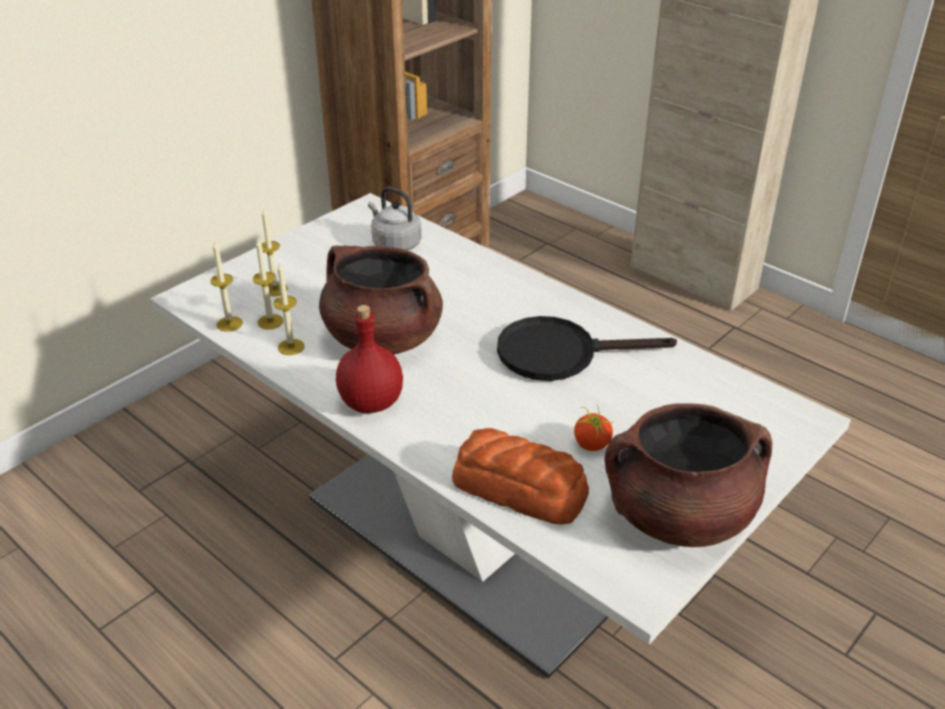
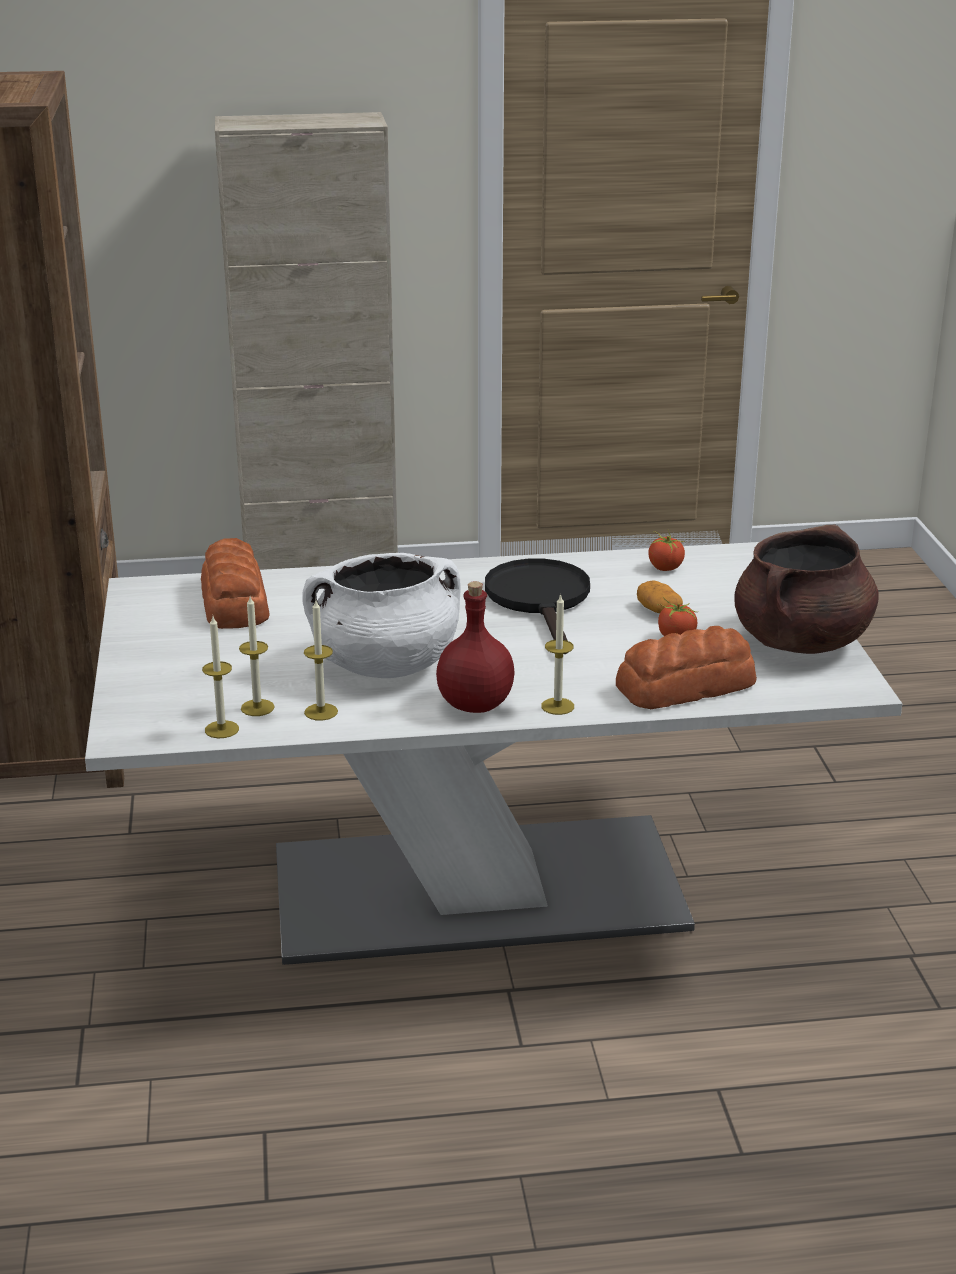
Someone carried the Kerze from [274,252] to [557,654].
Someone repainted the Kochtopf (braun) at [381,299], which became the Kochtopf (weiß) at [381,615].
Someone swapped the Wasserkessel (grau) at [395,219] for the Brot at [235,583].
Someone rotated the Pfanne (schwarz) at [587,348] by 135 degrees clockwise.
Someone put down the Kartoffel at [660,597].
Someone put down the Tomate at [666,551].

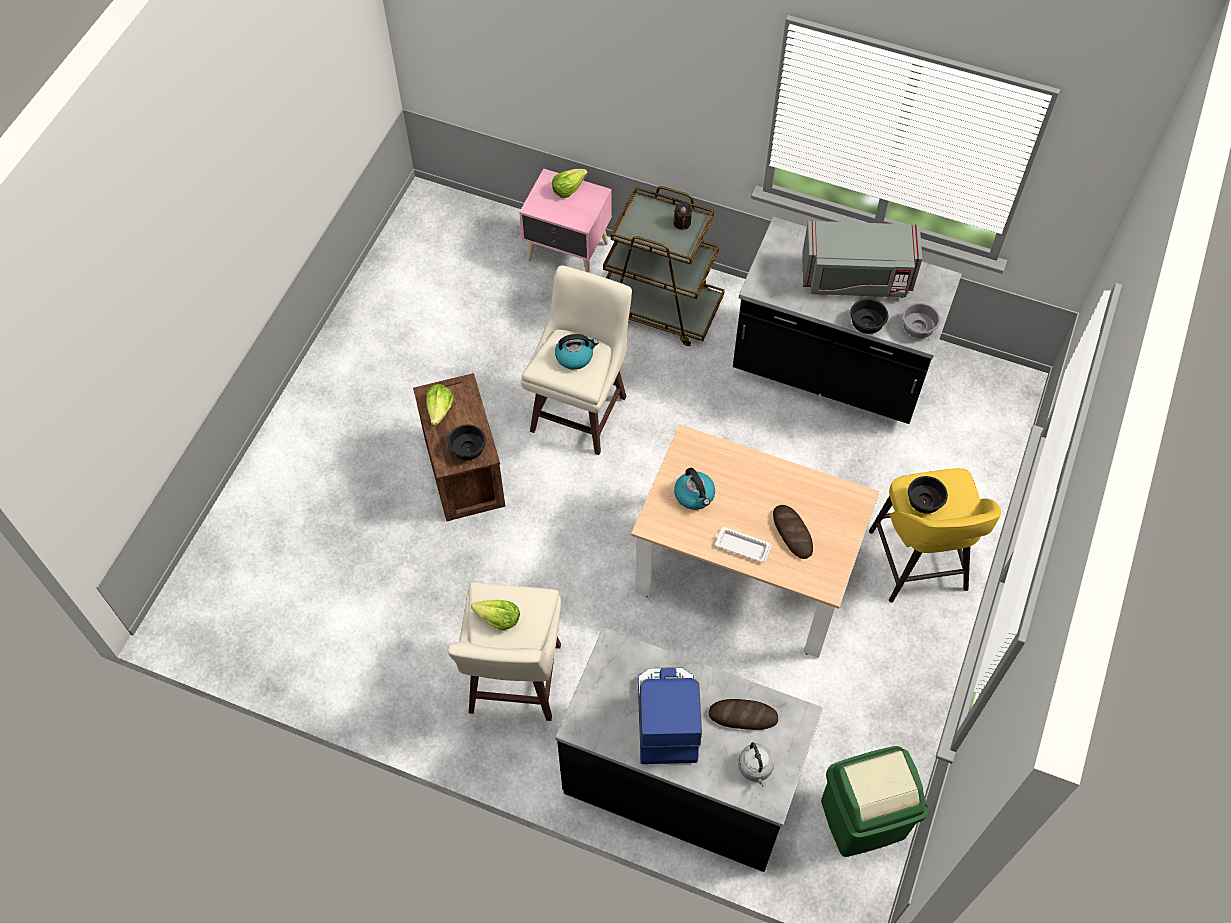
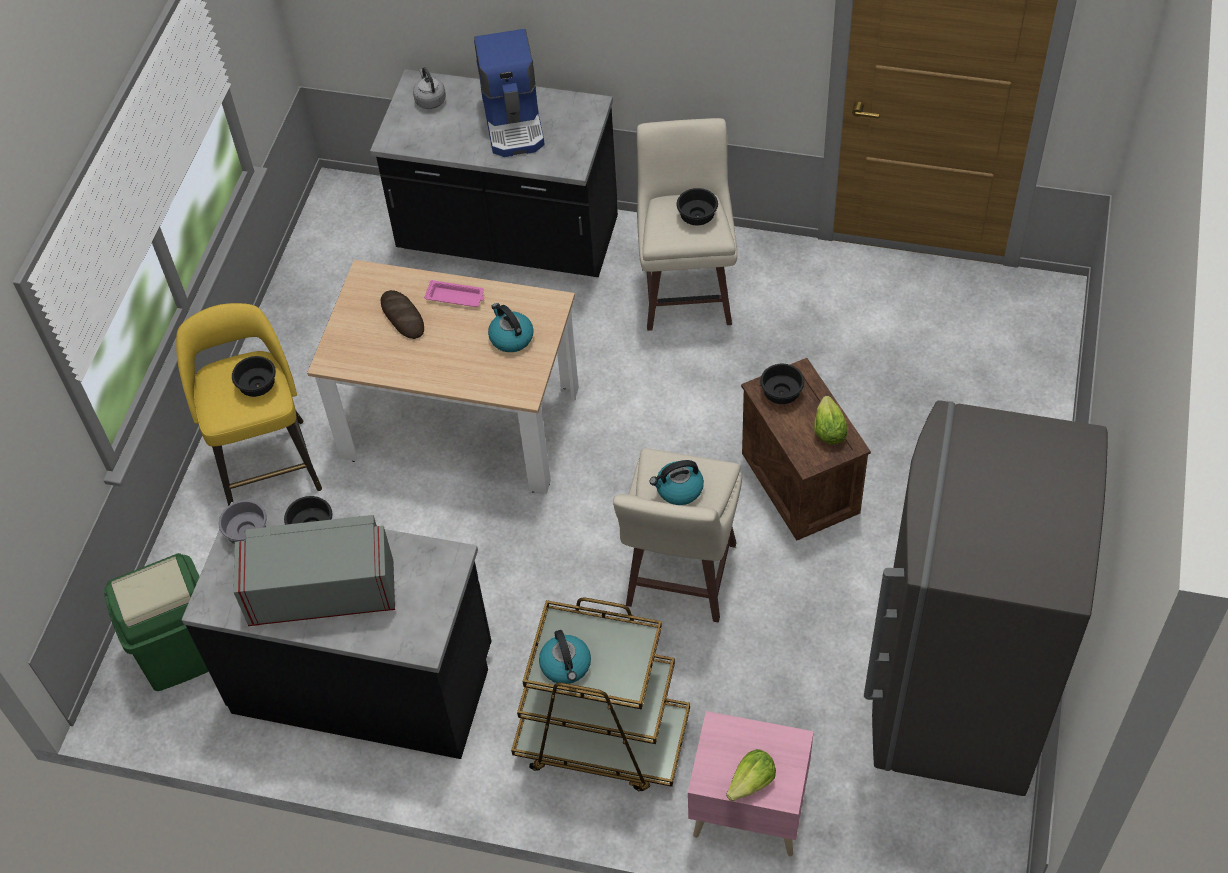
Someone swapped the Salatkopf at [495,615] for the Schüssel (schwarz) at [697,206].
Someone swapped the Kerze (schwarz) at [682,216] for the Wasserkessel at [565,657].
Someone took away the Brot at [743,714].
Someone repainted the Tablett (weiß) at [743,545], which became the Tablett (rosa) at [454,293].
Someone carried the Mülleimer (grün) from [875,801] to [156,622].
Someone put down the Kühlschrank (grau) at [985,598].

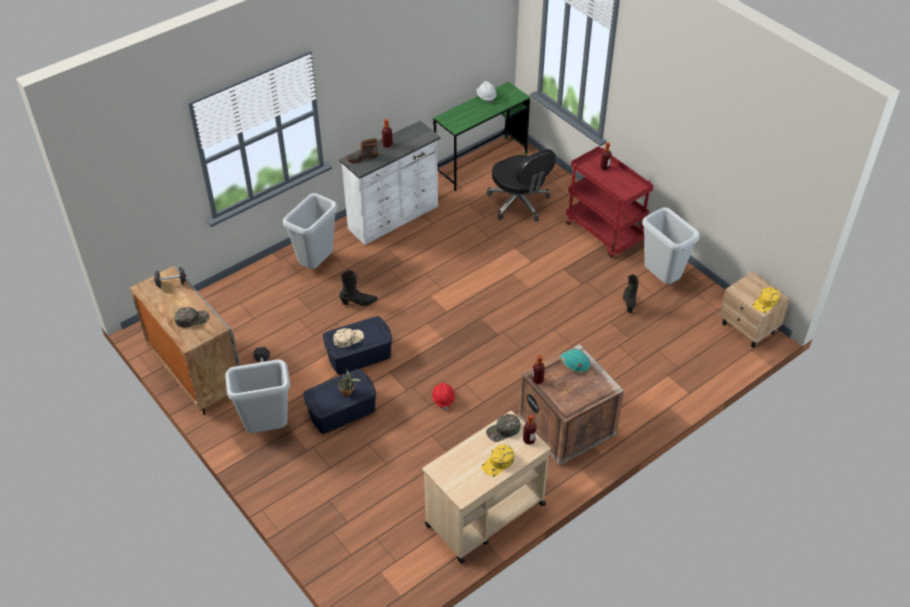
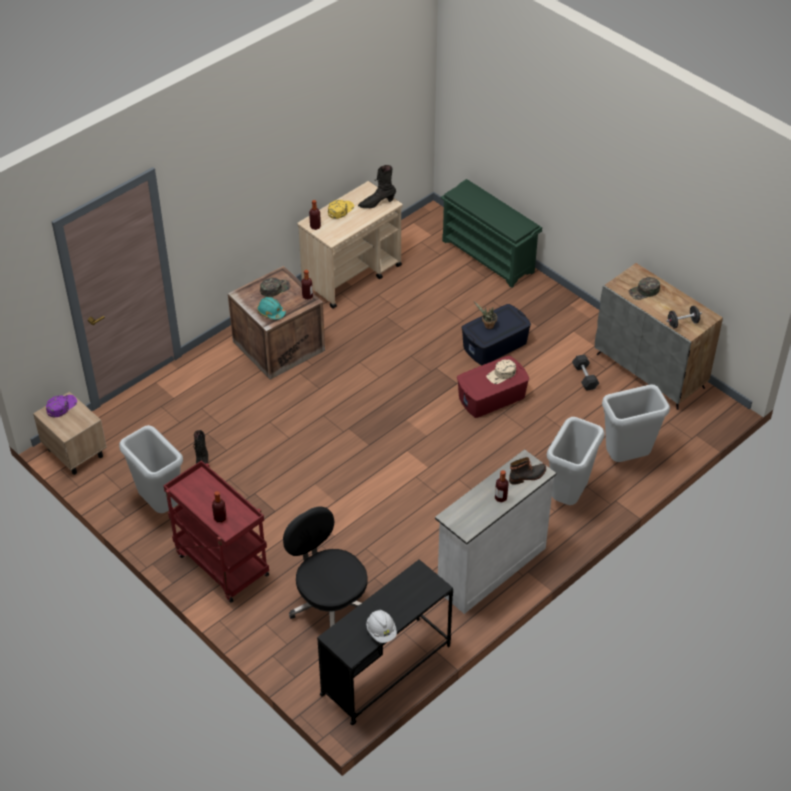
Someone carried the Mülleimer (grau) from [257,396] to [636,423].
Someone repainted the Aufbewahrungsbox (blau) at [357,345], which became the Aufbewahrungsbox (rot) at [493,387].
Someone carried the Stiefel (schwarz) from [358,288] to [377,186].
Someone took away the Schutzhelm (rot) at [443,396].
Someone repainted the Schreibtisch (grün) at [481,136], which became the Schreibtisch (schwarz) at [385,642].
Someone carried the Kappe (grün) from [503,428] to [275,287].
Someone repainted the Kappe (gelb) at [766,300], which became the Kappe (lila) at [61,406].
Someone put down the Schuhregal (grün) at [491,233].

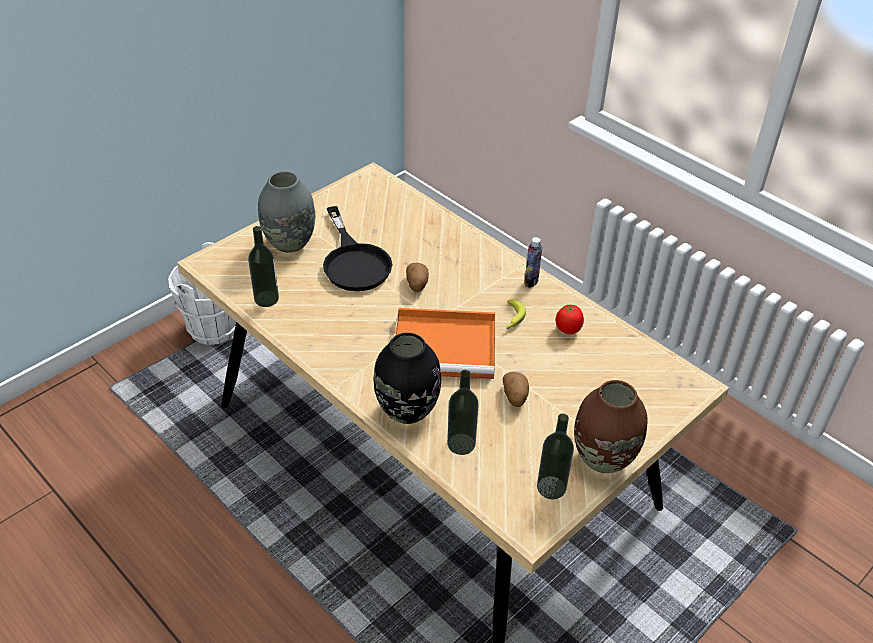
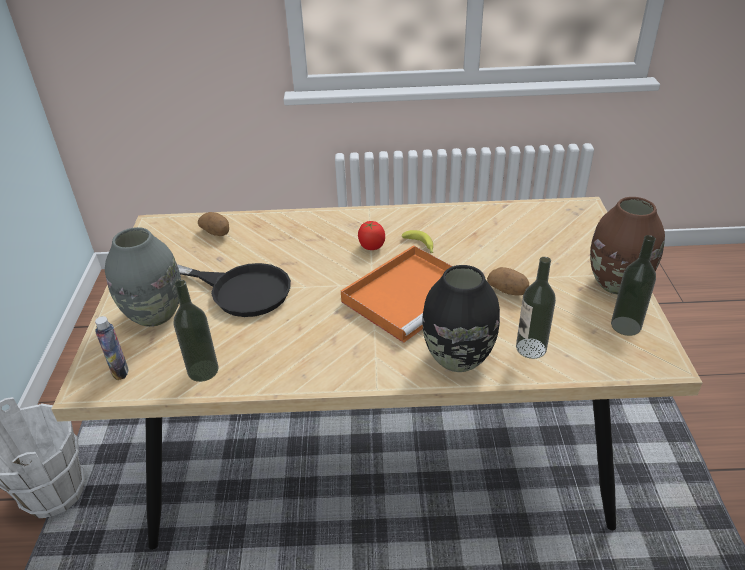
Someone carried the Kartoffel from [417,277] to [213,224].
Someone carried the Flasche from [533,262] to [111,348].
Someone carried the Tomate from [569,319] to [371,235].

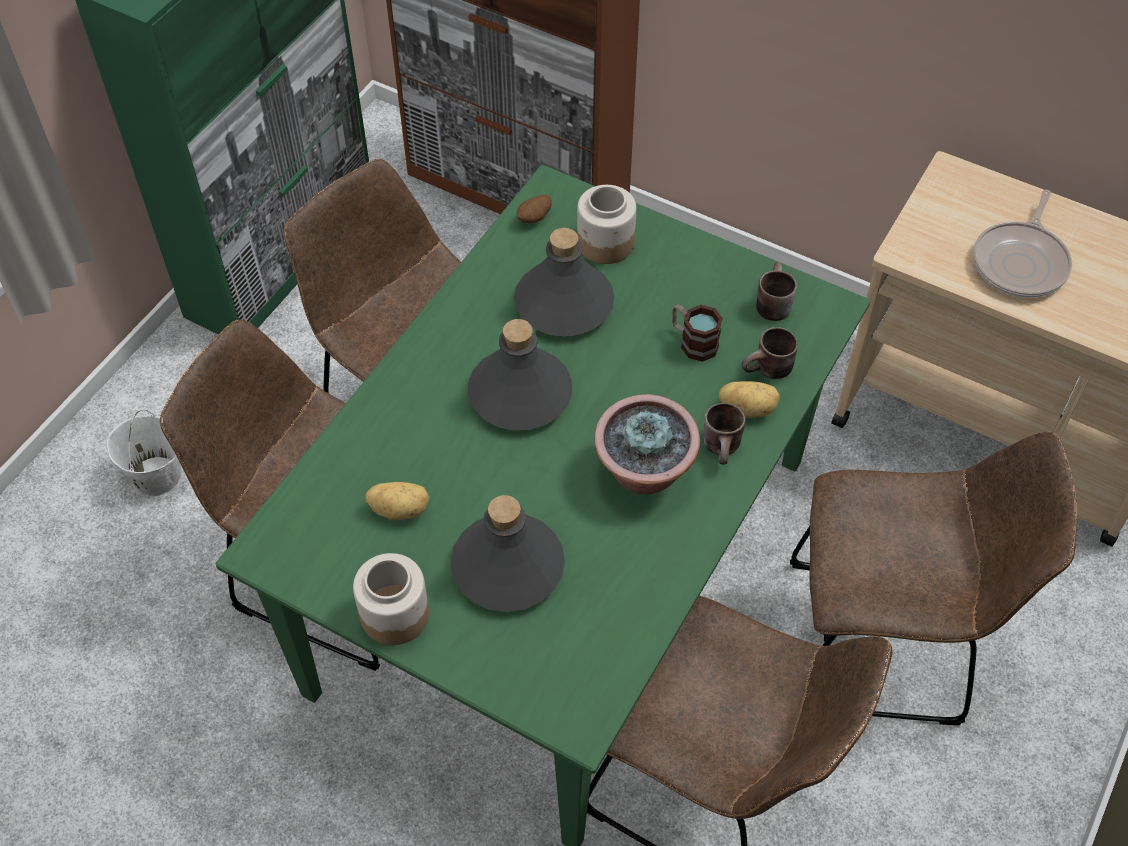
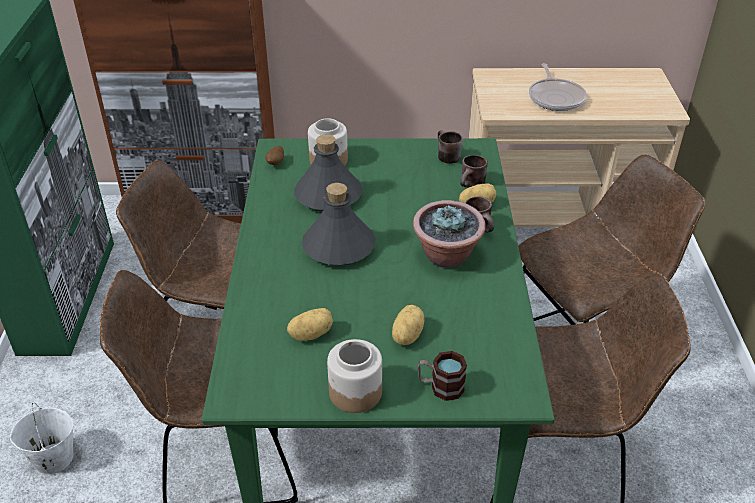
Someone swapped the Flasche (grau) at [507,553] for the Kartoffel at [408,325].
Someone carried the Henkelbecher from [697,333] to [442,376].

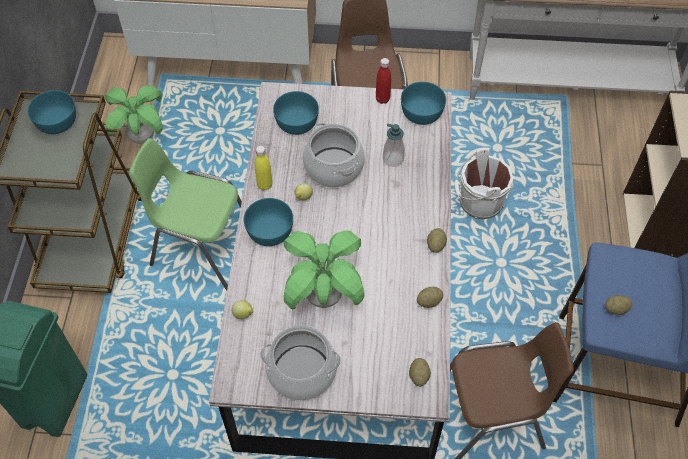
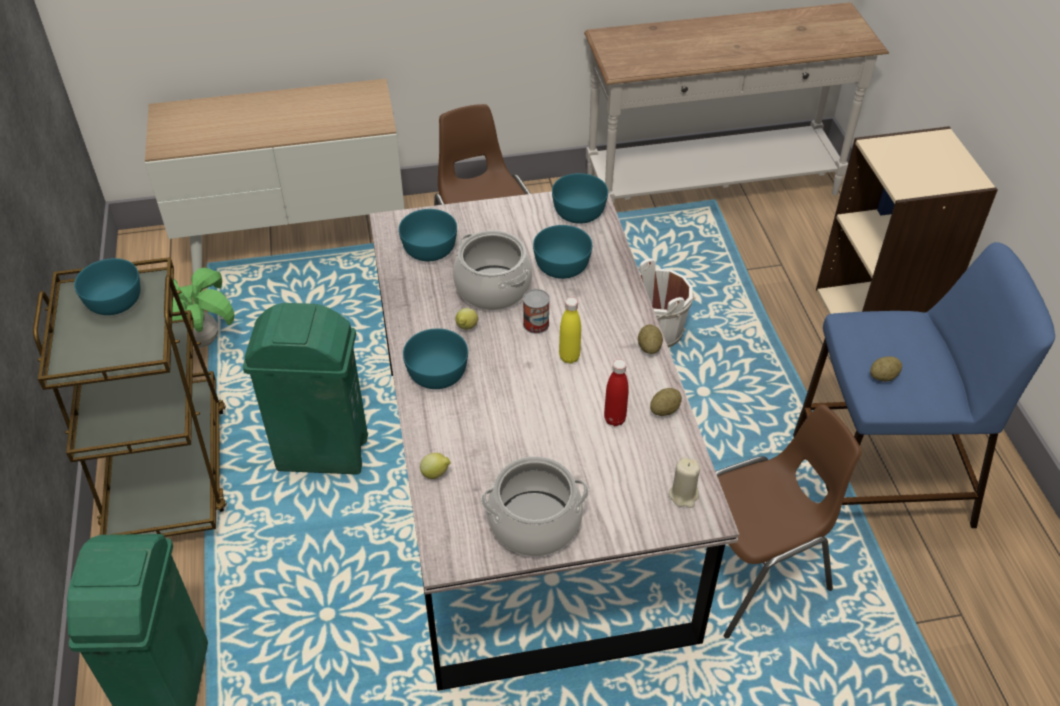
Someone swapped the Stuhl (grün) at [185,214] for the Mülleimer (grün) at [305,388].
Someone carried the Flasche (gelb) from [264,167] to [570,330].
Someone took away the Topfpflanze at [324,269].
Someone carried the Flasche (rot) from [383,81] to [616,392].
Someone swapped the Seifenspender at [394,145] for the Schüssel (türkis) at [562,252].
Someone swapped the Kartoffel at [420,372] for the Kerze (beige) at [684,482].
Someone put down the Dose at [536,311].

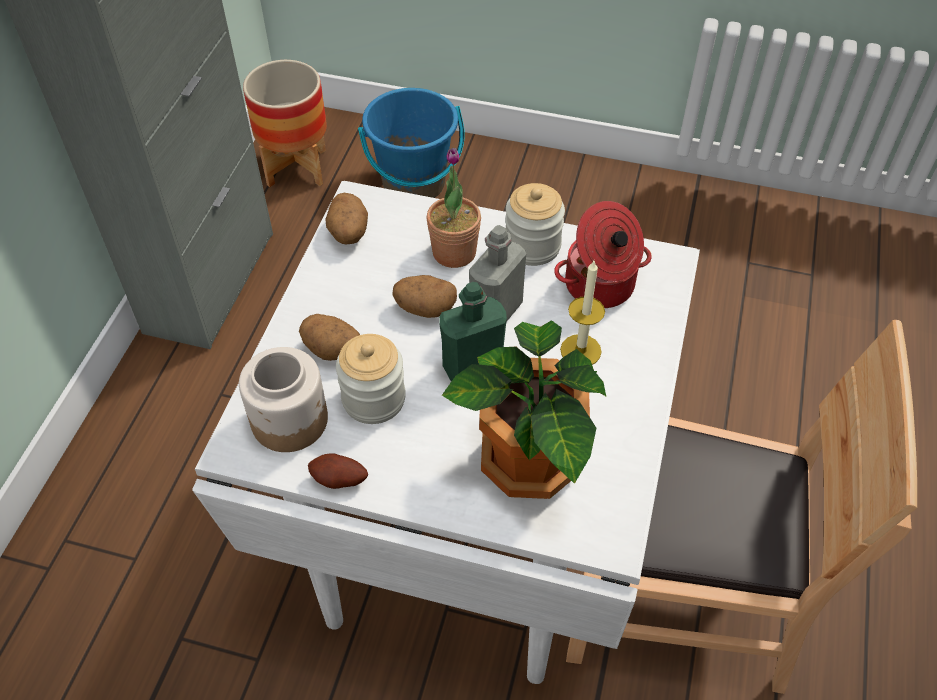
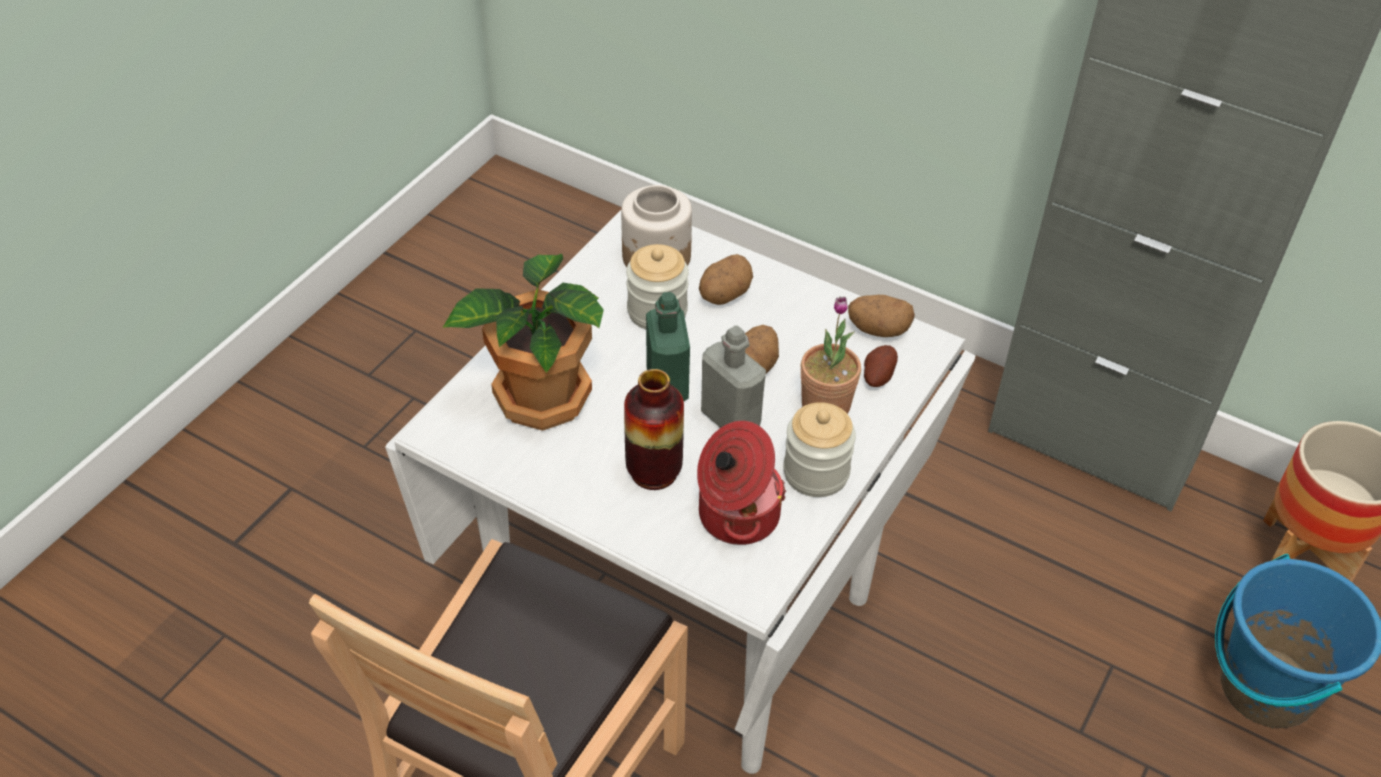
Someone carried the Kartoffel from [338,471] to [881,366].
Someone swapped the Kerze at [582,313] for the Vase at [654,429].

